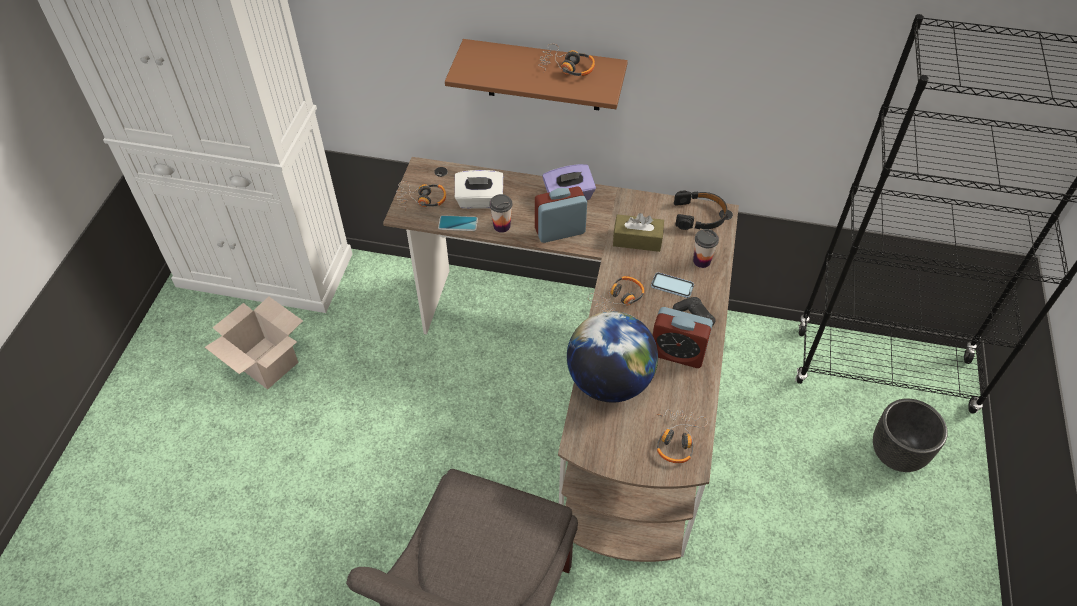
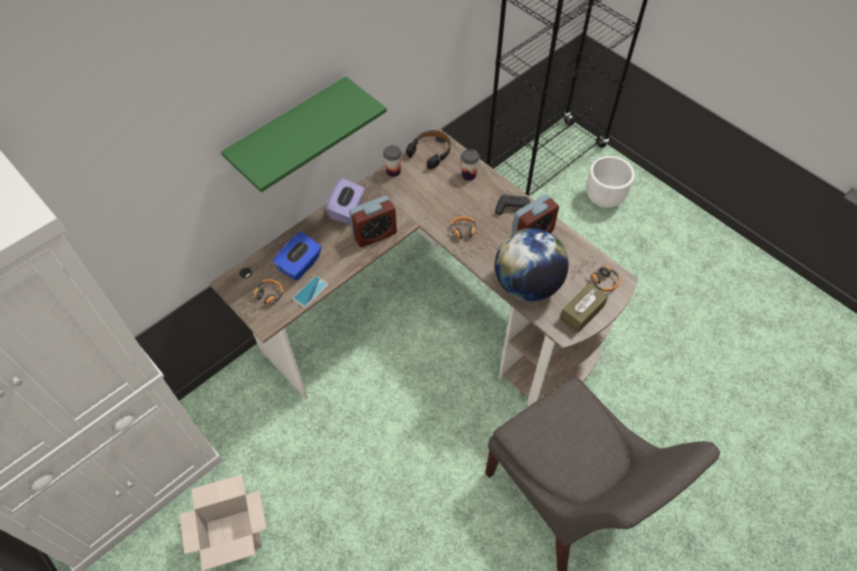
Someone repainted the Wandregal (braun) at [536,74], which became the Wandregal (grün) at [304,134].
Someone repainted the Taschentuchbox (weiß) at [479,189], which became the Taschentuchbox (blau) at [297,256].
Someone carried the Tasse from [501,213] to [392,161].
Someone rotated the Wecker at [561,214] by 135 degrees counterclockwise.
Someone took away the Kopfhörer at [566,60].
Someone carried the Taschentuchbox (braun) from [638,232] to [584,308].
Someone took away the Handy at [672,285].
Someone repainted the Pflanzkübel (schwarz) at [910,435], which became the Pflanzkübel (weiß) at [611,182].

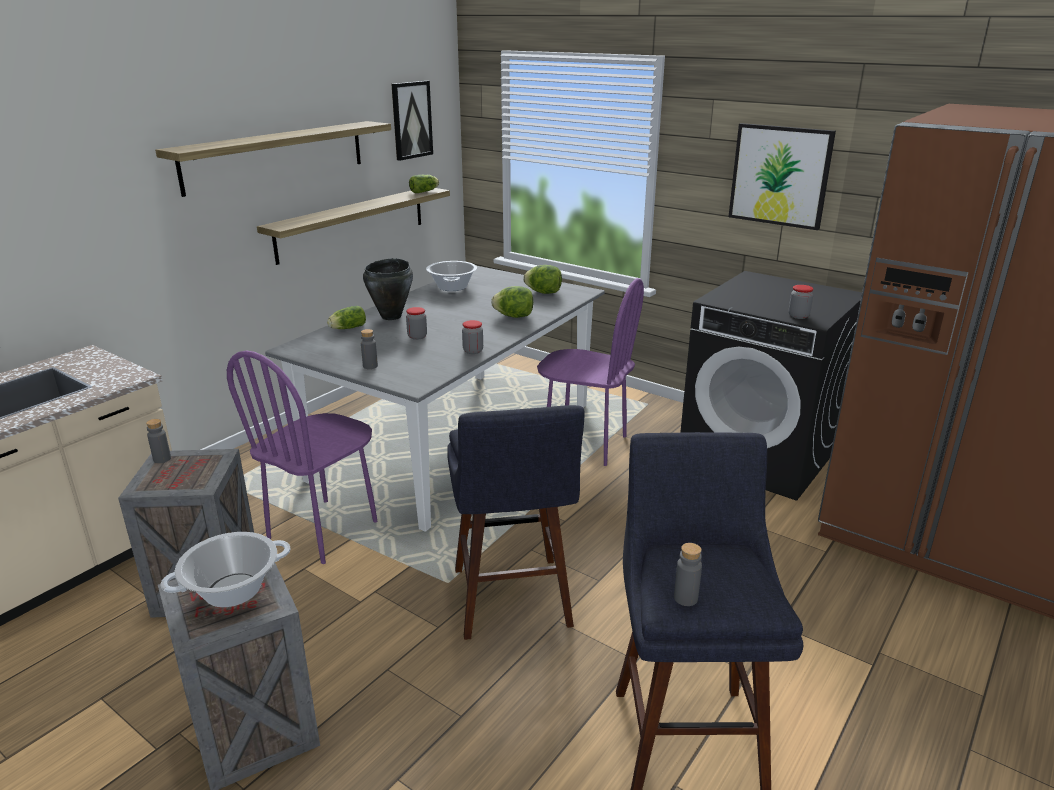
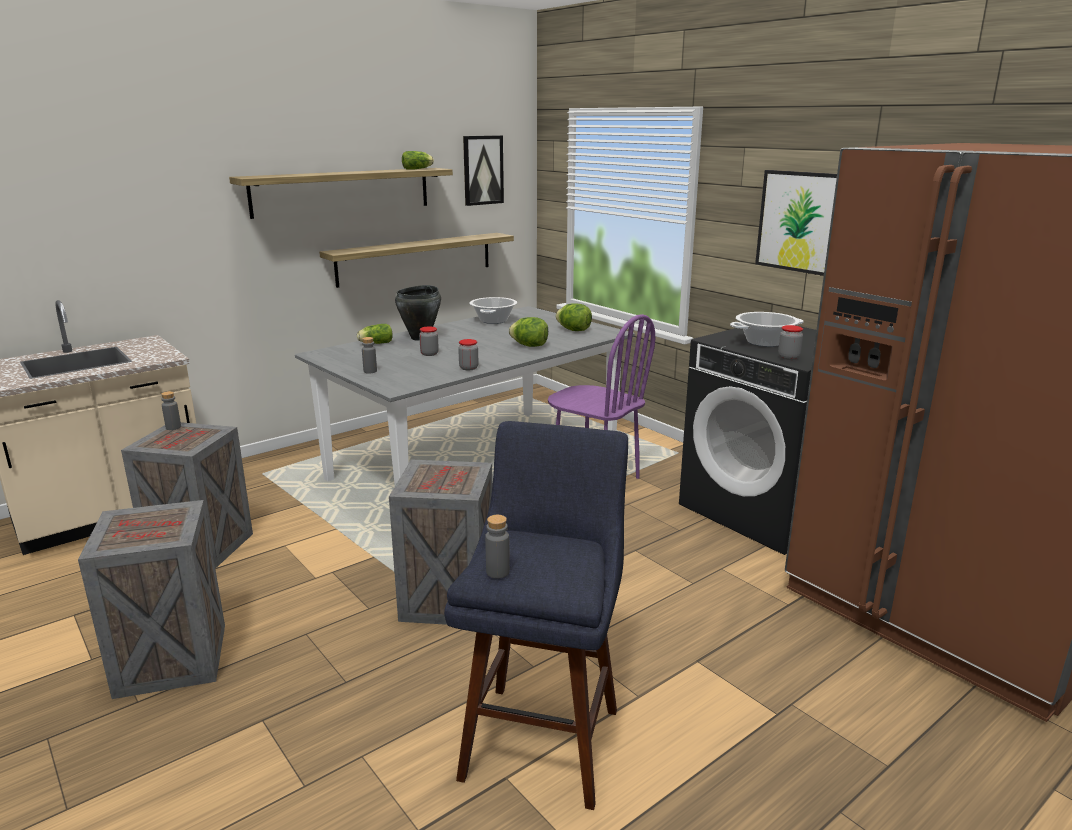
Someone carried the Kochtopf from [226,569] to [767,329].
Someone took away the Stuhl (lila) at [302,457].
Someone carried the Salatkopf from [424,184] to [418,160].
Someone swapped the Hocker (blau) at [516,522] for the Kiste at [441,542].

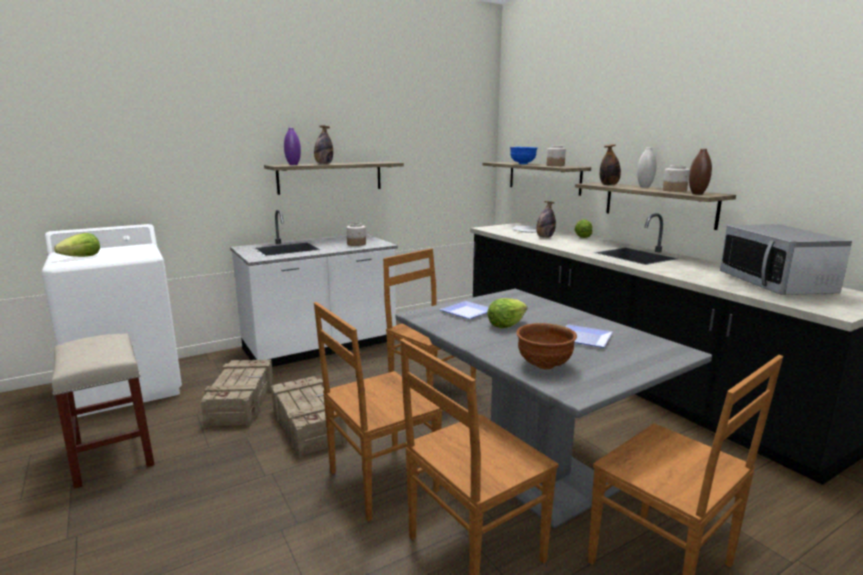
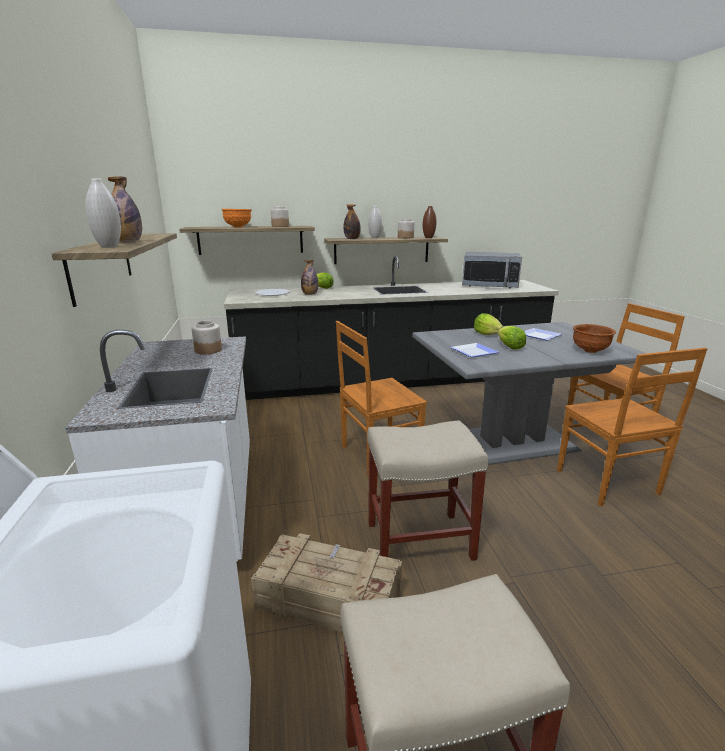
Someone carried the Salatkopf from [77,245] to [488,324].
Someone swapped the Kiste at [309,417] for the Hocker (beige) at [427,490].
Someone repainted the Vase (lila) at [292,146], which became the Vase (weiß) at [103,213].
Someone took away the Stuhl (braun) at [378,411].
Someone repainted the Schüssel (blau) at [524,155], which became the Schüssel (orange) at [237,218].

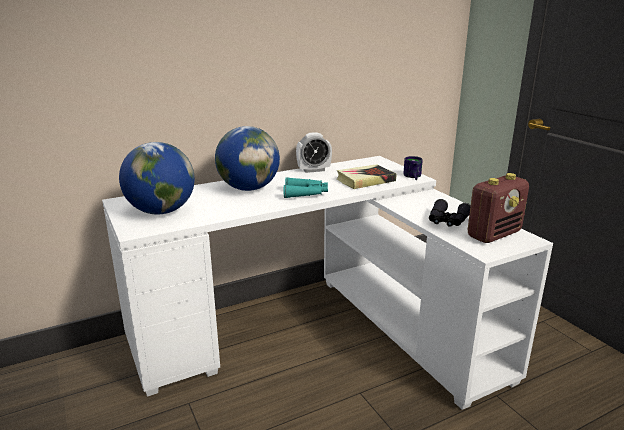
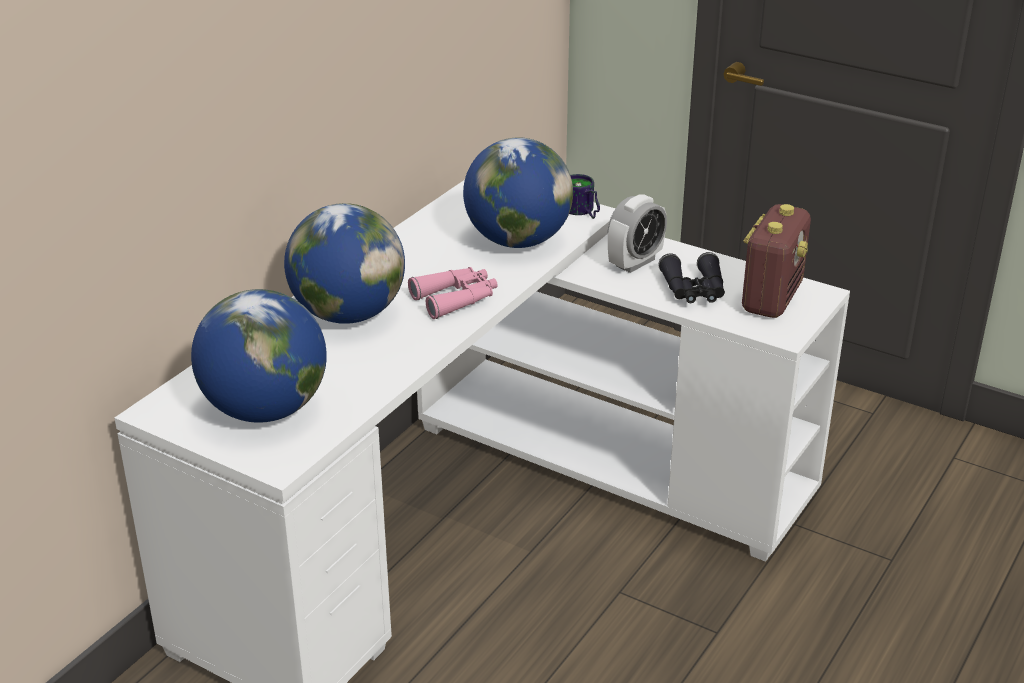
Someone repainted the Fernglas (türkis) at [306,187], which became the Fernglas (rosa) at [453,293].
Someone carried the Wecker from [314,152] to [637,233].
Someone swapped the Buch at [366,176] for the Globus at [518,192].

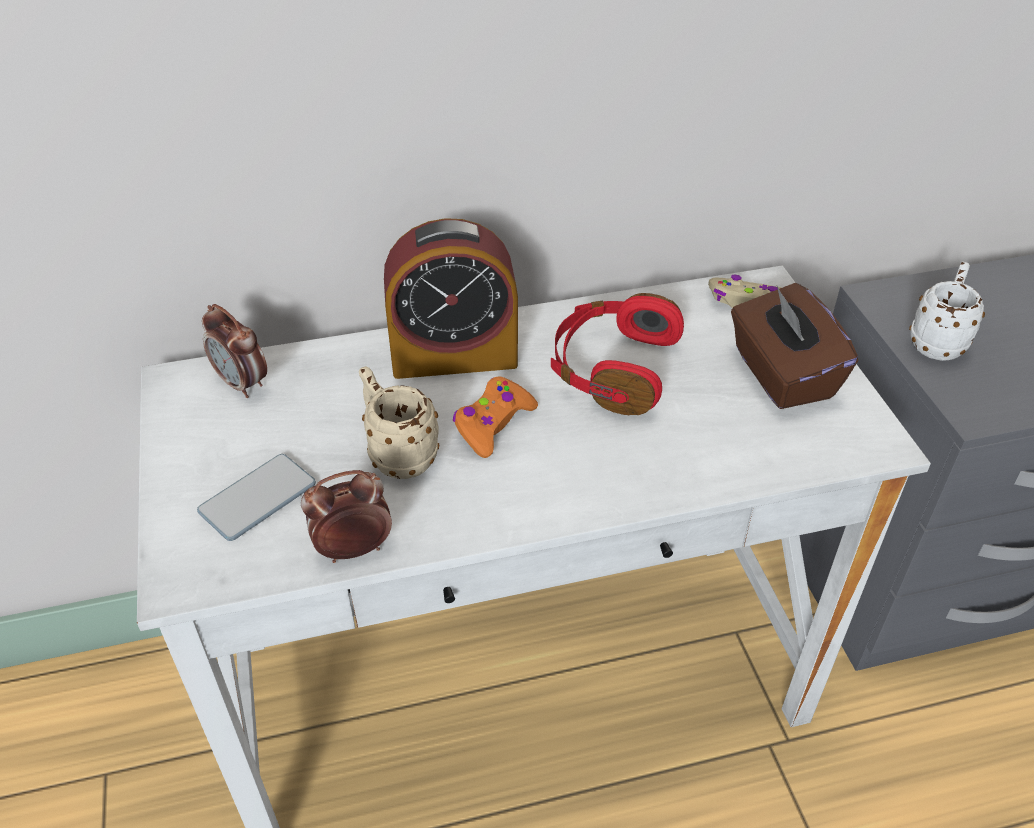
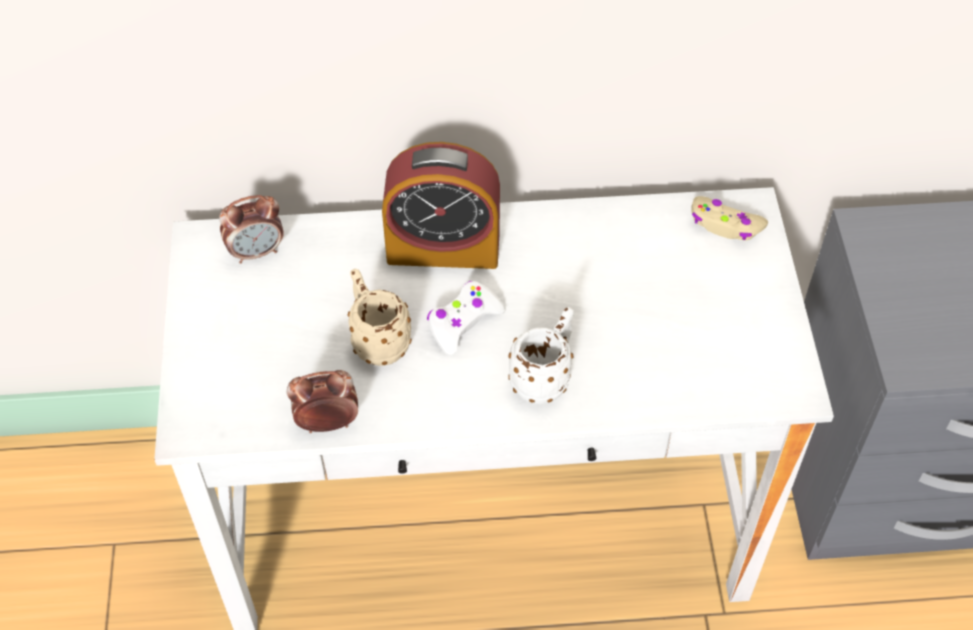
Someone took away the Handy at [256,497].
Someone rotated the Wecker at [234,351] by 75 degrees counterclockwise.
Someone repainted the Gamepad (orange) at [495,417], which became the Gamepad (weiß) at [466,318].
Someone took away the Kopfhörer (rot) at [617,354].
Someone took away the Taschentuchbox (braun) at [794,346].
Someone carried the Henkelbecher (weiß) from [947,311] to [541,355].

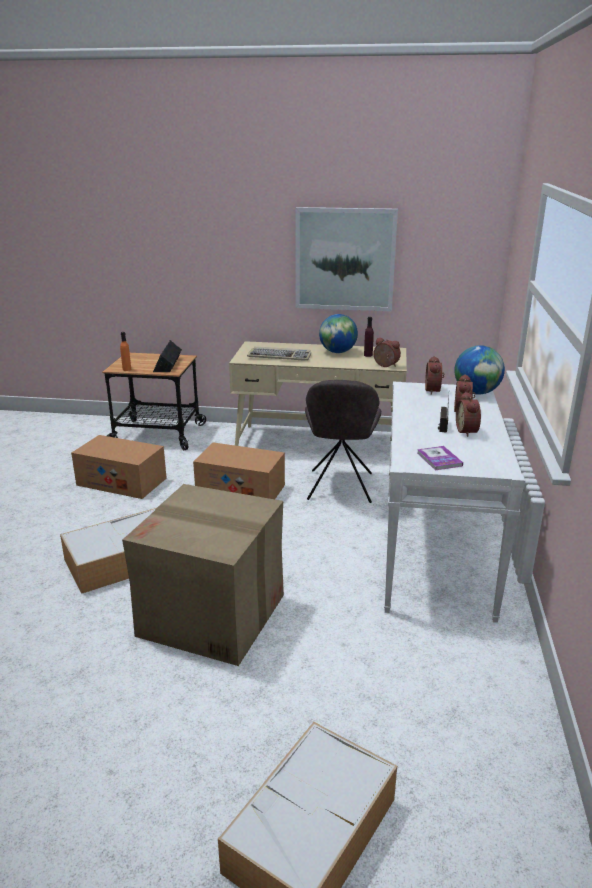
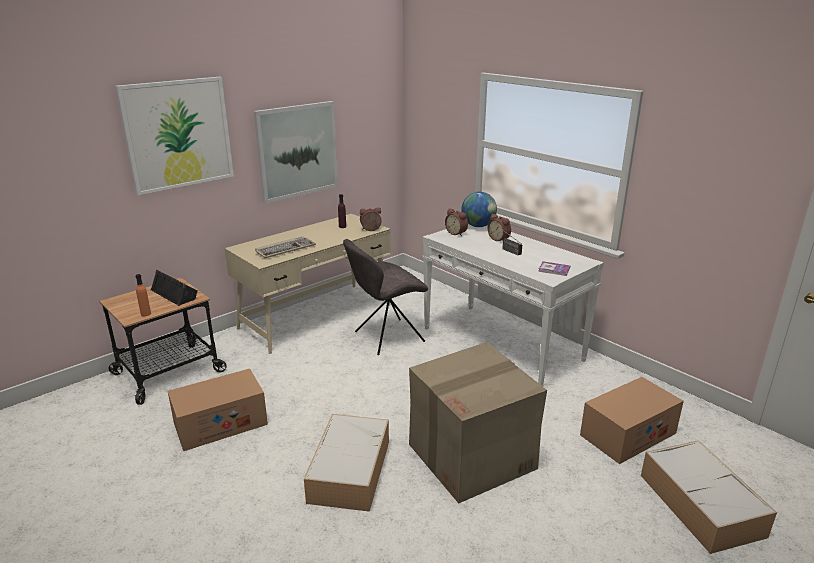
Someone carried the Karton from [239,470] to [632,420].
Someone rotated the Stuhl (grau) at [343,441] by 105 degrees clockwise.
Someone took away the Globus at [338,333].
Someone took away the Wecker at [468,414].
Someone put up the Bild at [174,136].

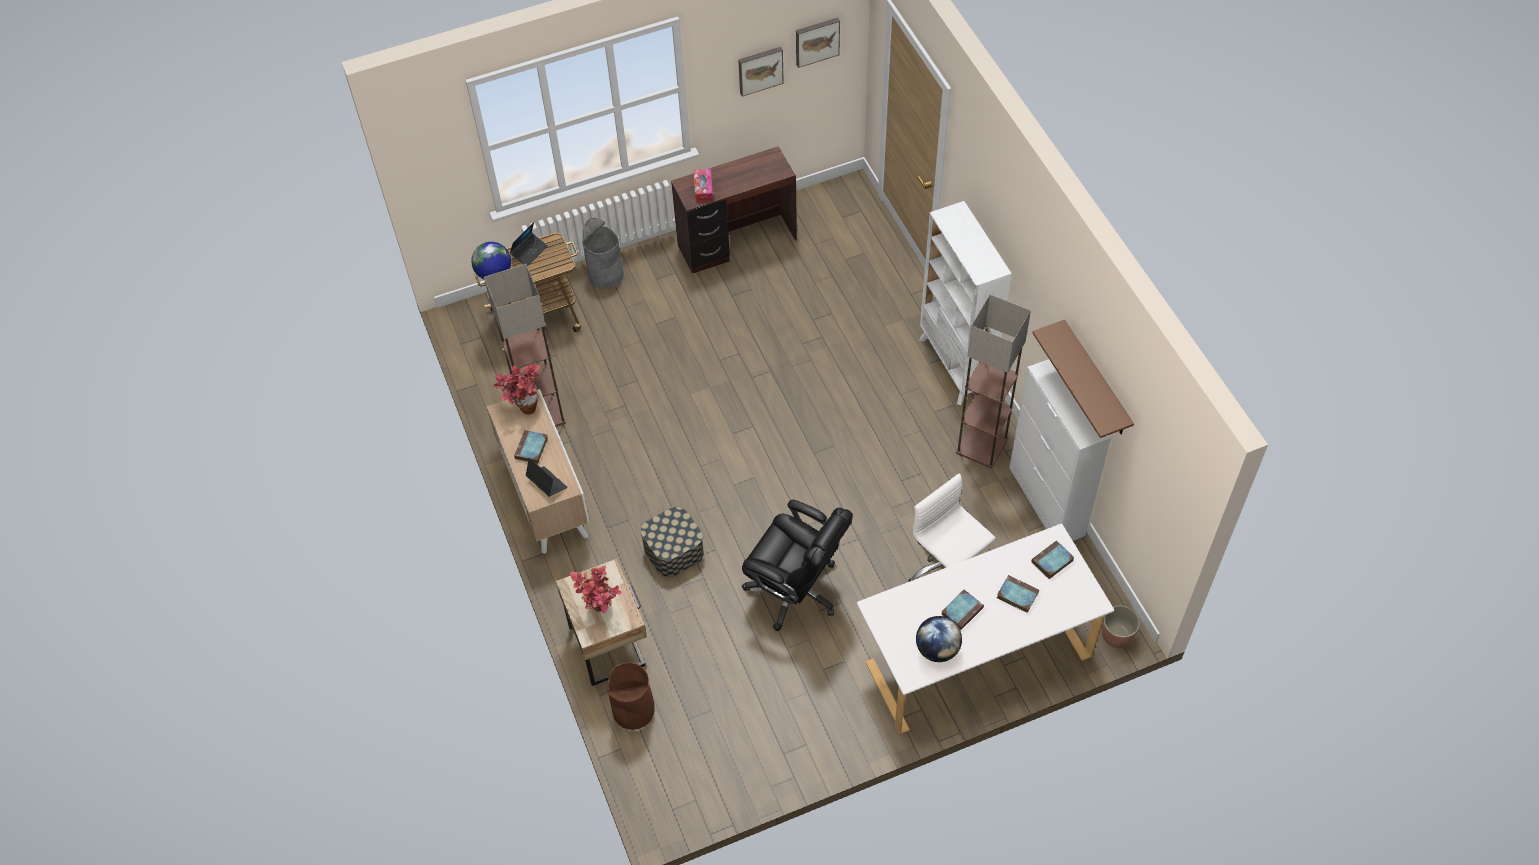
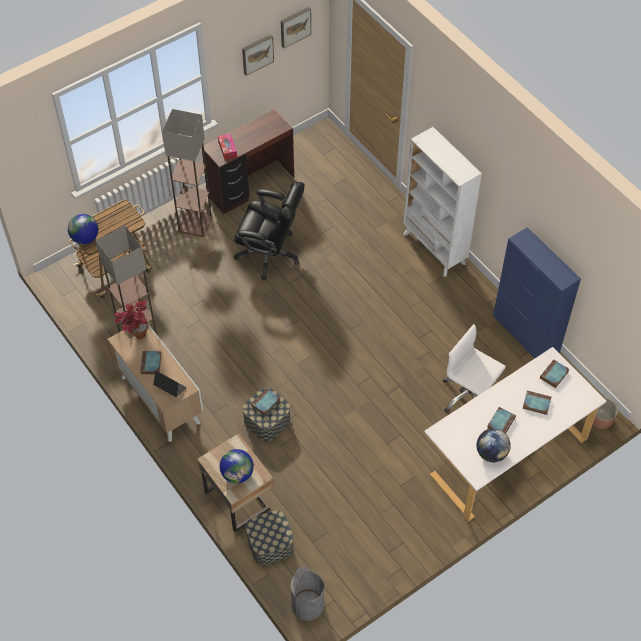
Someone took away the Laptop at [529,244].
Someone swapped the Topfpflanze at [596,589] for the Globus at [237,466].
Someone carried the Mülleimer (grau) from [603,253] to [307,593].
Someone swapped the Mülleimer (braun) at [631,696] for the Aufbewahrungsbox at [270,538].
Someone carried the Bürostuhl (schwarz) from [797,565] to [269,230].
Someone carried the Stehlampe from [993,381] to [187,173].
Someone repainted the Schrank (weiß) at [1060,450], which became the Schrank (blau) at [537,292].
Someone took away the Wandregal (braun) at [1083,379].
Someone put down the Buch at [265,402].

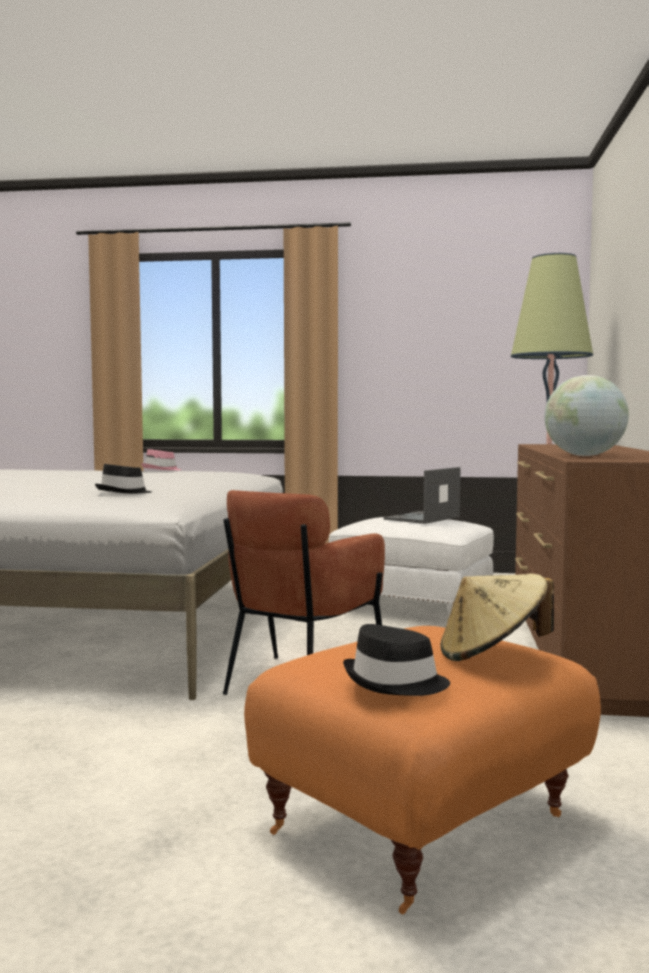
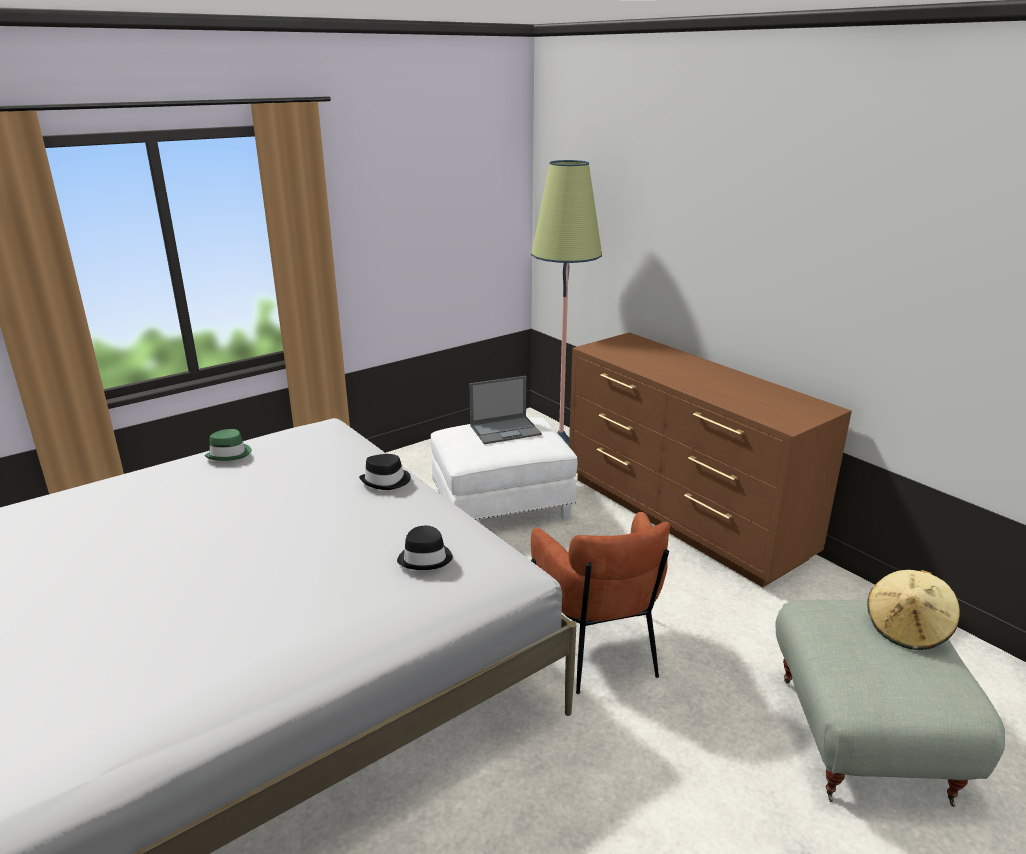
Someone repainted the Hut (rosa) at [161,459], which became the Hut (grün) at [228,445].
Someone repainted the Polsterhocker (orange) at [422,770], which became the Polsterhocker (grau) at [890,703].
Someone carried the Hut (schwarz) from [396,660] to [385,472].
Someone rotated the Laptop at [421,495] by 105 degrees counterclockwise.
Someone took away the Globus at [586,415].

